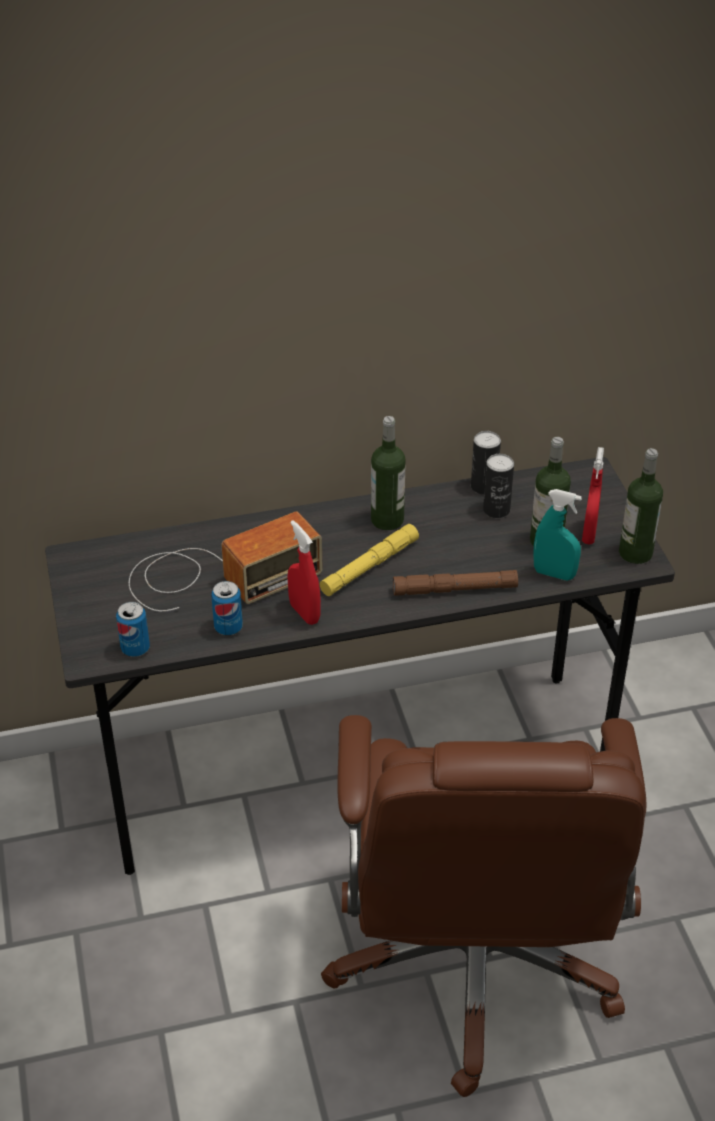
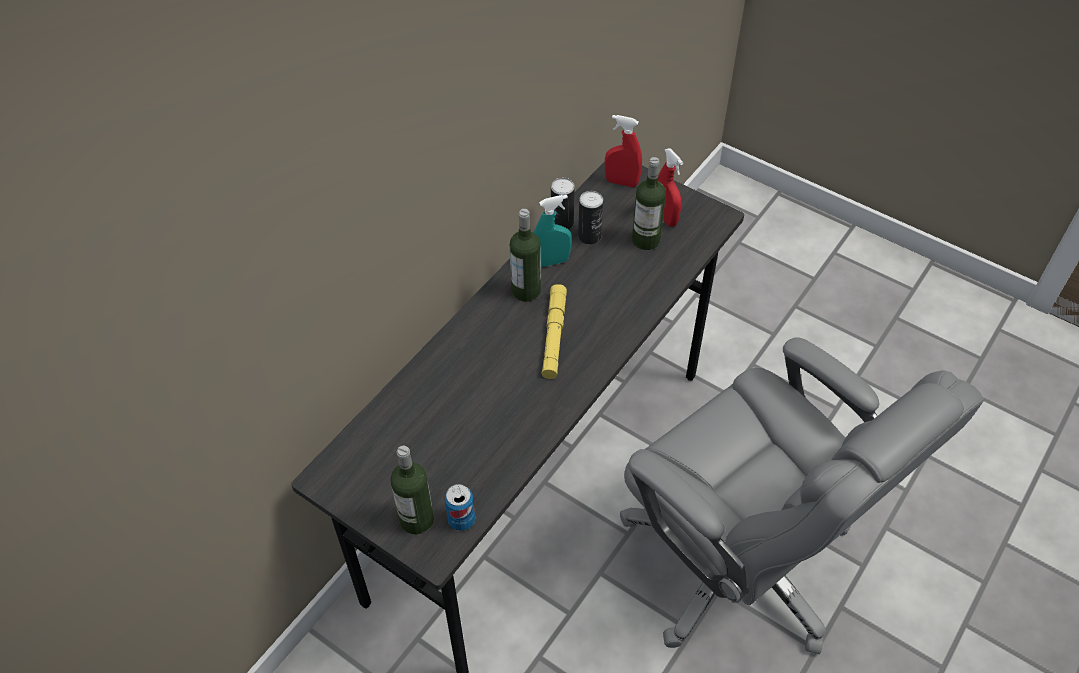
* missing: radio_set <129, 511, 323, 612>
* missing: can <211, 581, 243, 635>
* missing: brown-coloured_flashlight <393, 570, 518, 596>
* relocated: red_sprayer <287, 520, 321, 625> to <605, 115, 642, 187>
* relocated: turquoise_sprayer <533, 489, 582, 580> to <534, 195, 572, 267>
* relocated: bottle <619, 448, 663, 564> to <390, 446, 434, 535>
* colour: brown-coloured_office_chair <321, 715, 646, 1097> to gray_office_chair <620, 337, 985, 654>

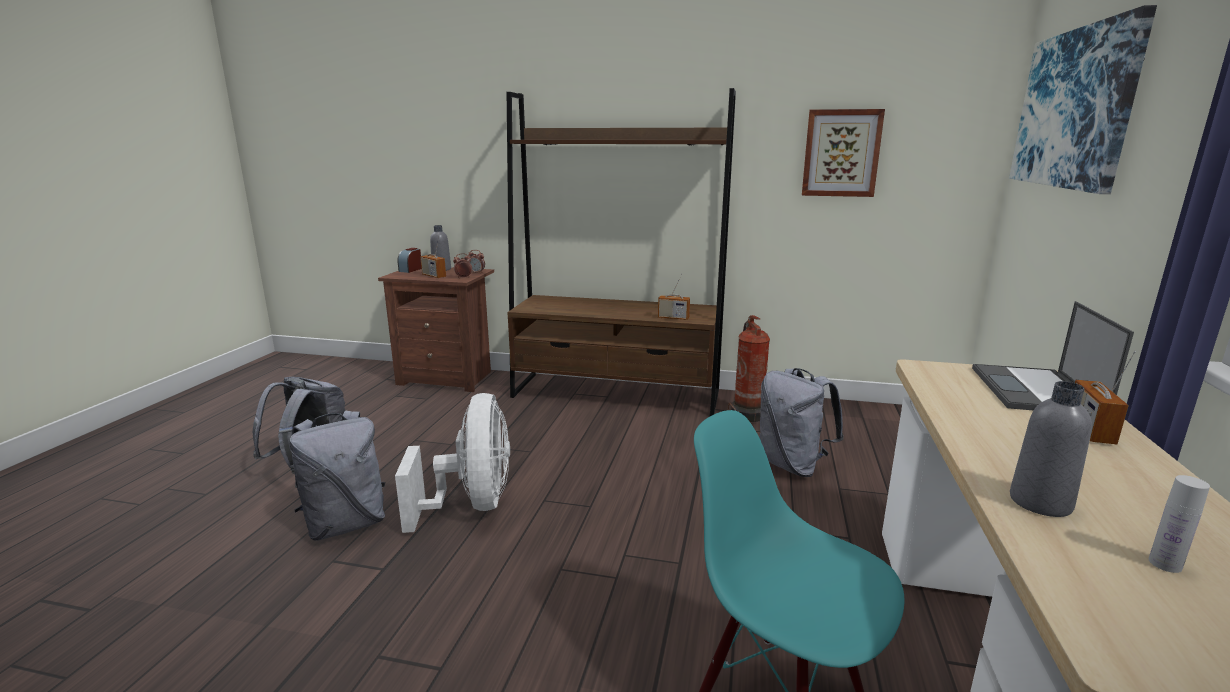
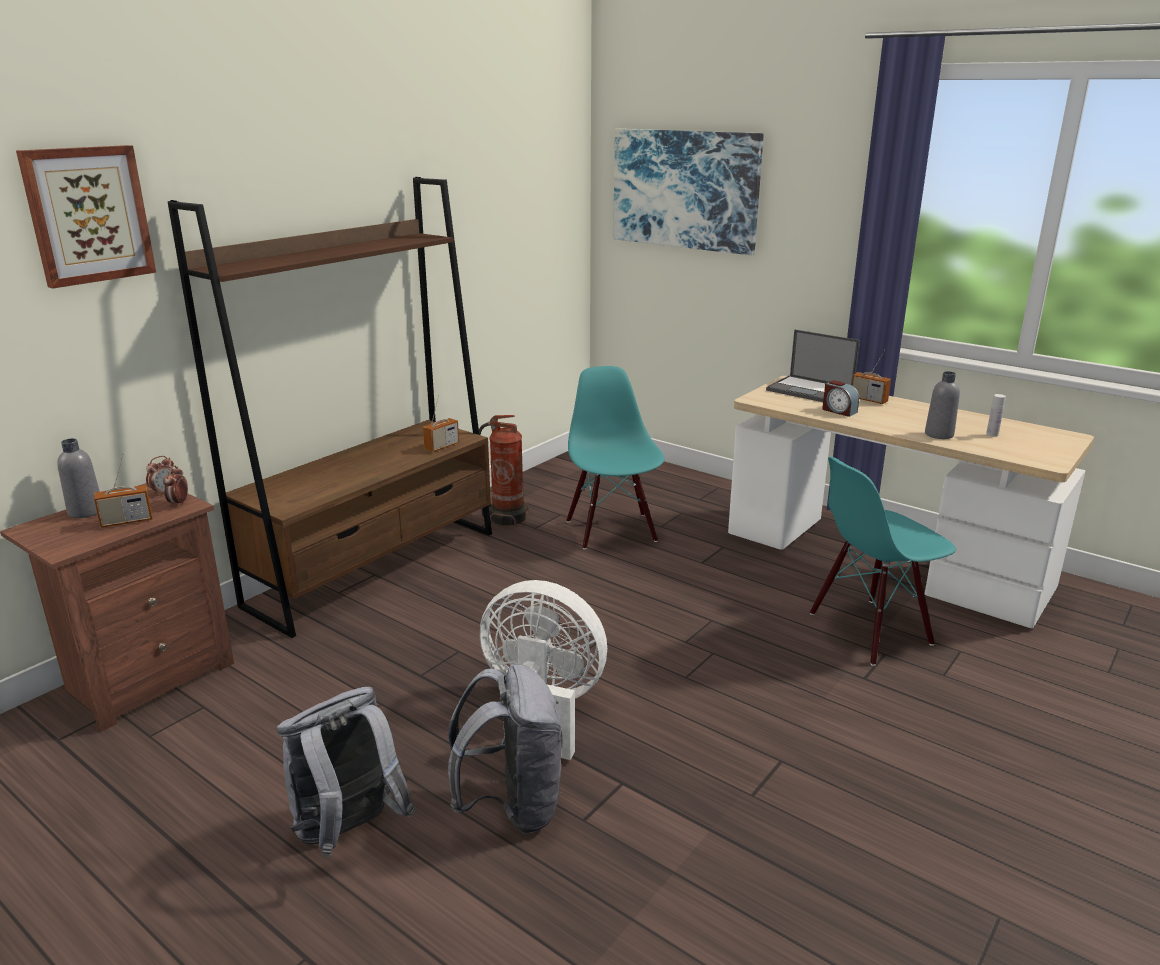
* relocated: bedside_clock <397, 248, 421, 273> to <822, 380, 859, 417>
* relocated: wall_art <802, 109, 885, 197> to <16, 145, 156, 288>
* exchanged: gray_backpack <759, 368, 844, 477> to turquoise_chair <566, 366, 664, 550>

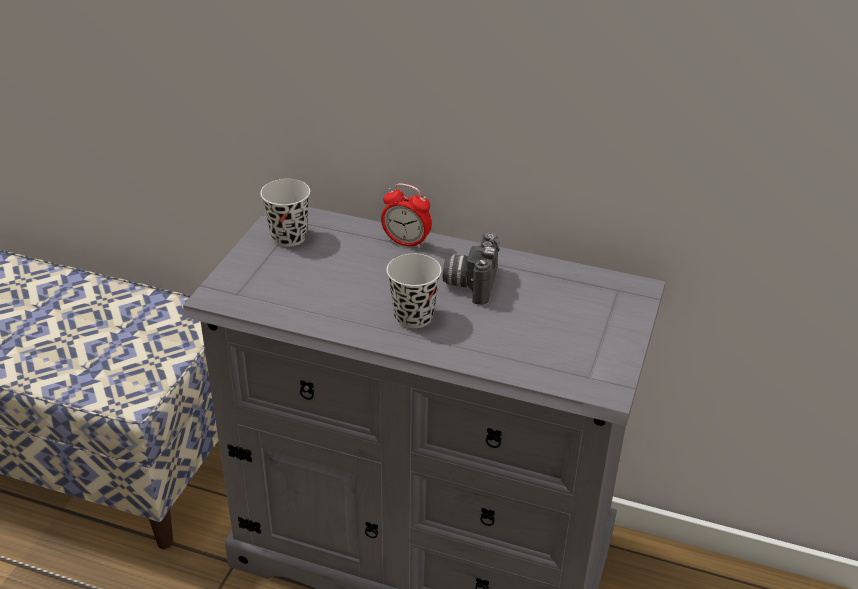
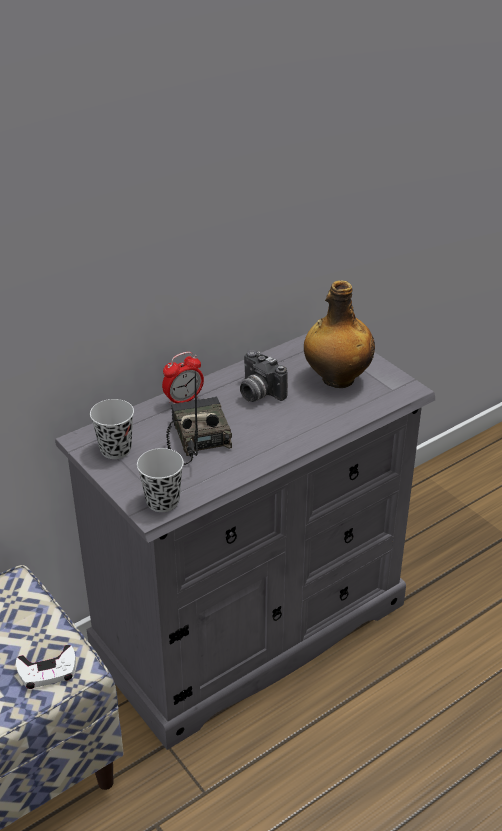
* appeared: white-coloured_game_controller <16, 645, 76, 689>
* appeared: radio_set <166, 371, 232, 465>
* appeared: bottle <304, 280, 375, 388>
* relocated: black_cup <387, 254, 441, 329> to <137, 448, 184, 512>

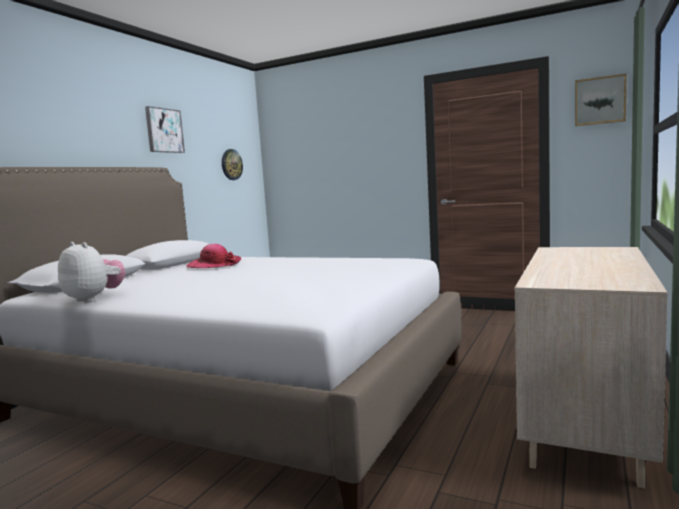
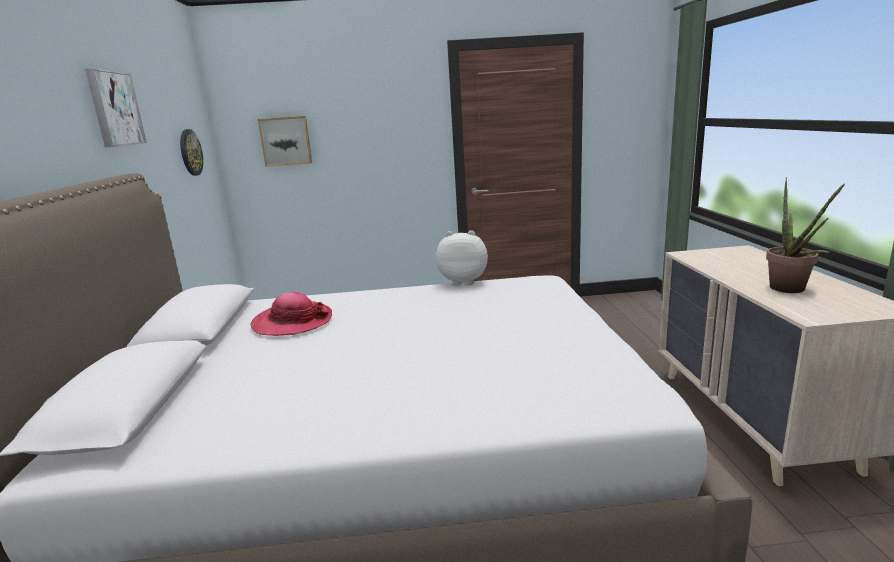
* appeared: potted_plant <766, 177, 845, 293>
* relocated: soft_toy <58, 242, 125, 303> to <436, 230, 488, 285>
* relocated: wall_art <575, 73, 627, 126> to <258, 116, 312, 167>

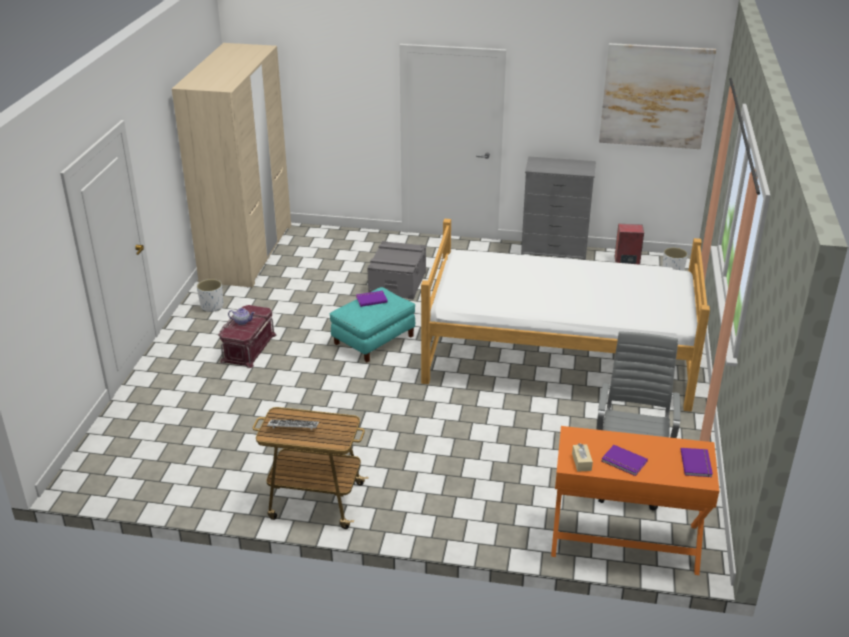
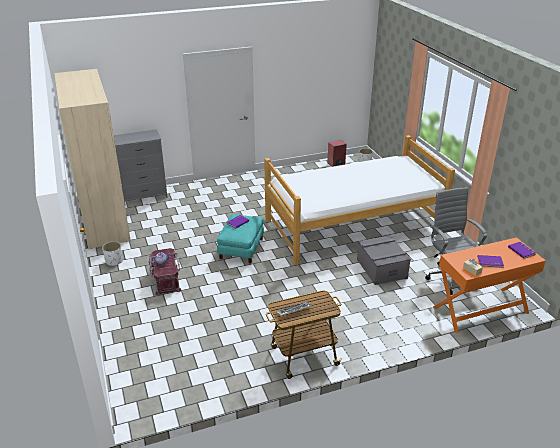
* missing: wall_art <599, 43, 716, 149>
* relocated: gray_storage_box <367, 241, 426, 299> to <357, 235, 411, 285>
* relocated: gray_dresser <521, 157, 596, 260> to <114, 129, 168, 203>

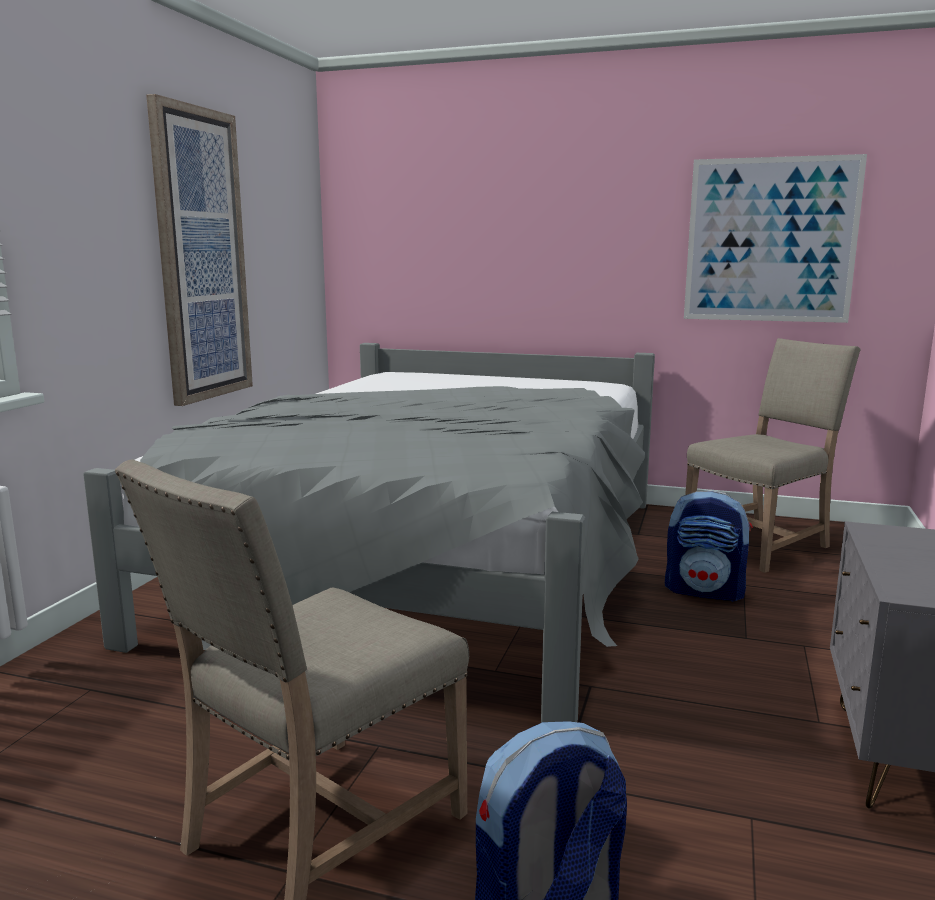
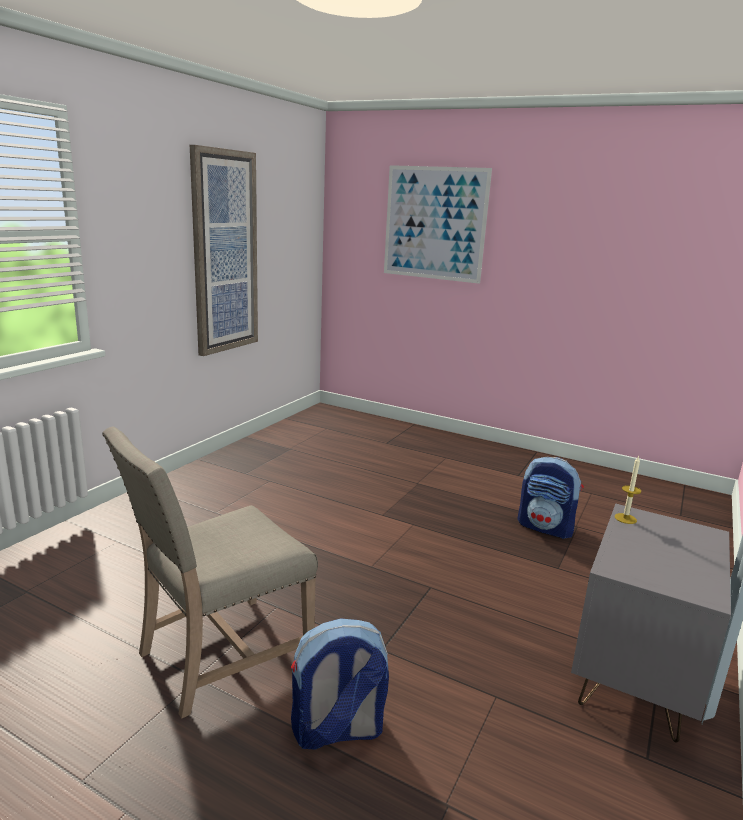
* missing: gray_sleeping_bed <83, 343, 655, 723>
* missing: beige_chair <685, 338, 861, 573>
* appeared: candle <615, 456, 641, 524>
* relocated: wall_art <684, 154, 867, 323> to <384, 165, 492, 284>

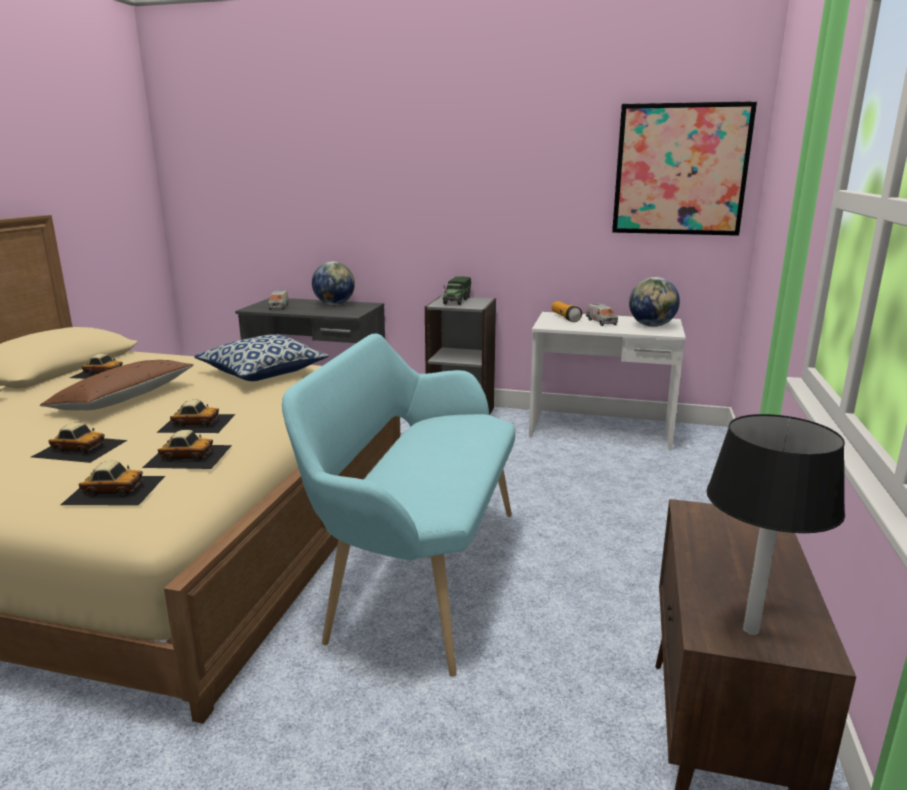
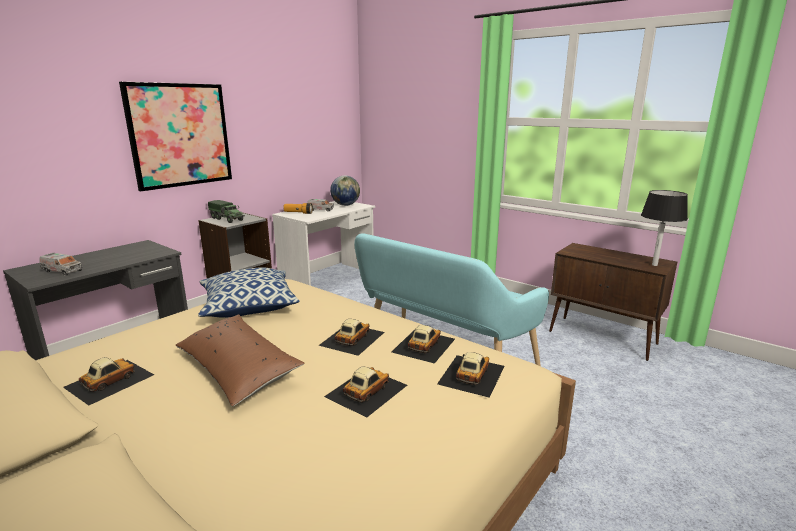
* missing: globe <312, 262, 355, 305>
* relocated: wall_art <612, 101, 757, 236> to <119, 82, 232, 191>

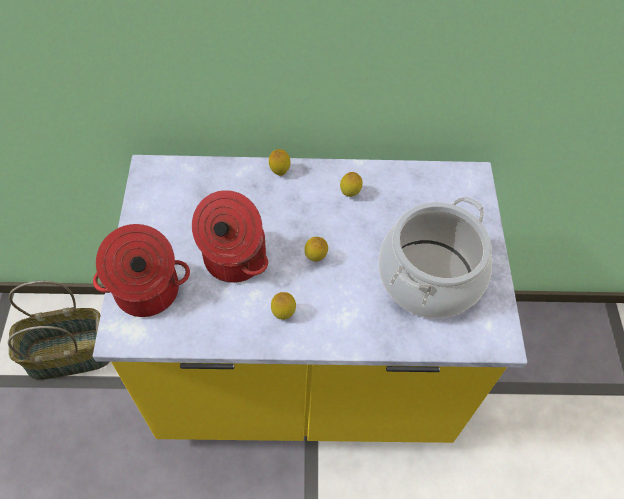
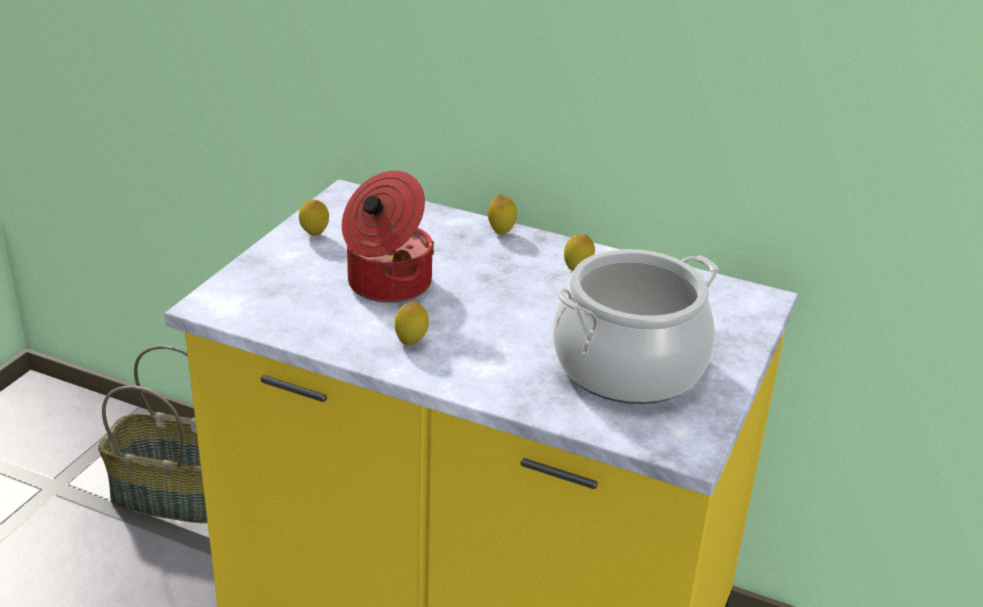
* missing: saucepot <93, 224, 190, 317>
* relocated: citrus_fruit <304, 237, 328, 262> to <299, 200, 329, 236>

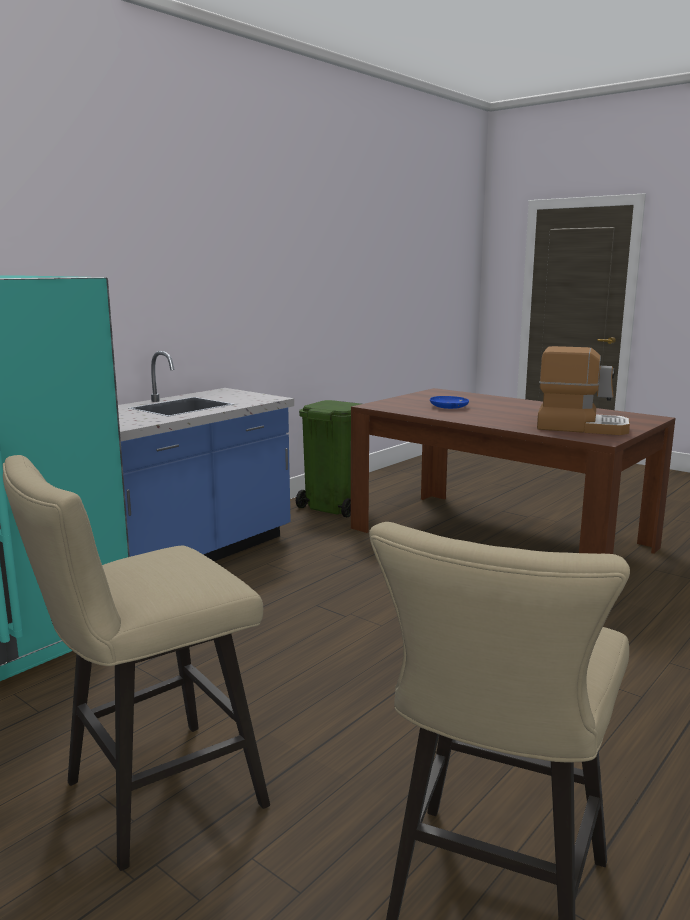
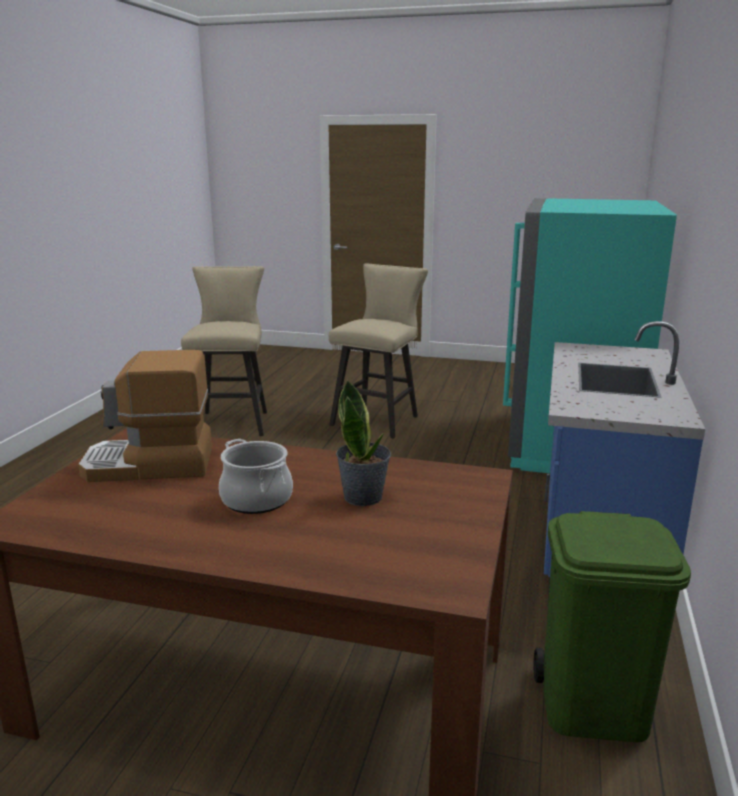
* appeared: saucepot <219, 439, 293, 514>
* exchanged: blue_plate <430, 396, 469, 409> to potted_plant <336, 380, 391, 506>

